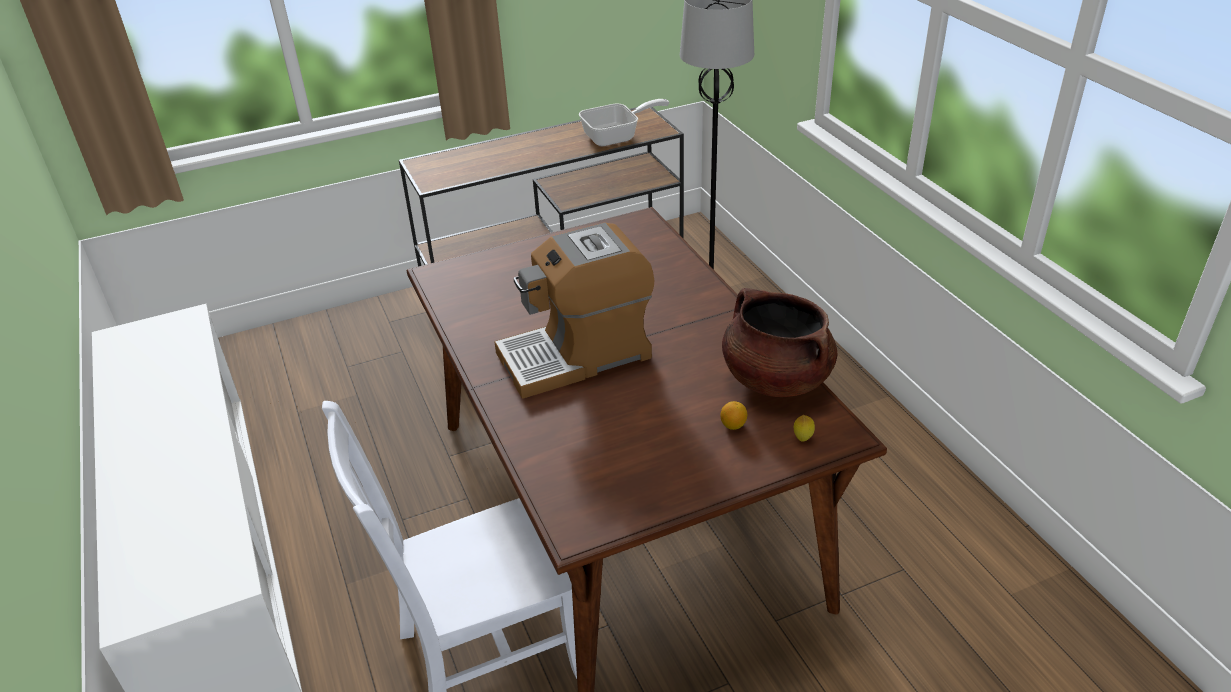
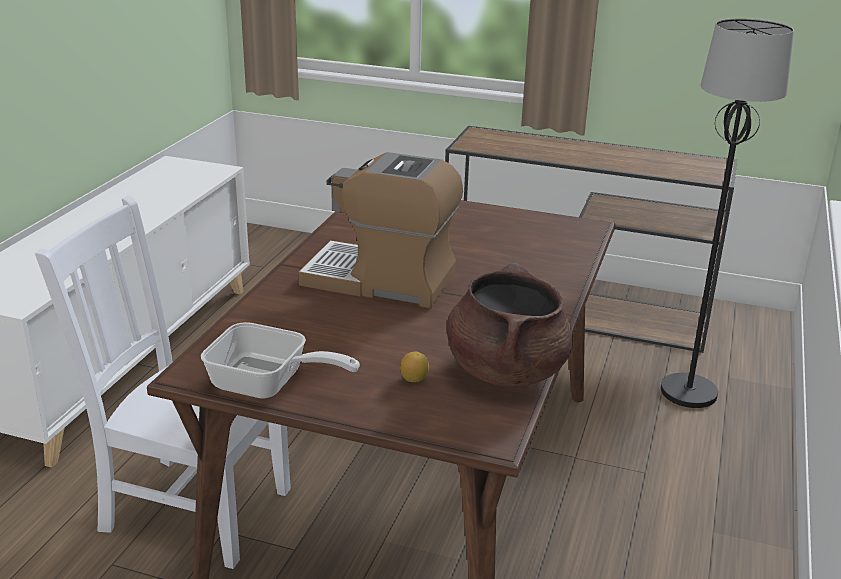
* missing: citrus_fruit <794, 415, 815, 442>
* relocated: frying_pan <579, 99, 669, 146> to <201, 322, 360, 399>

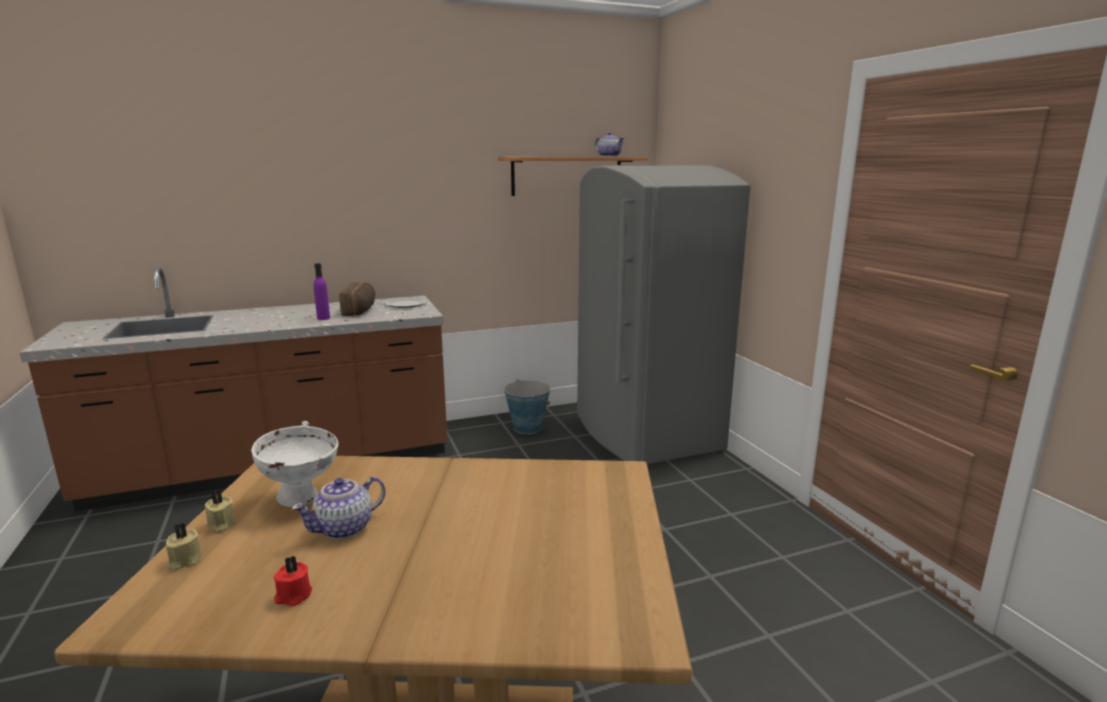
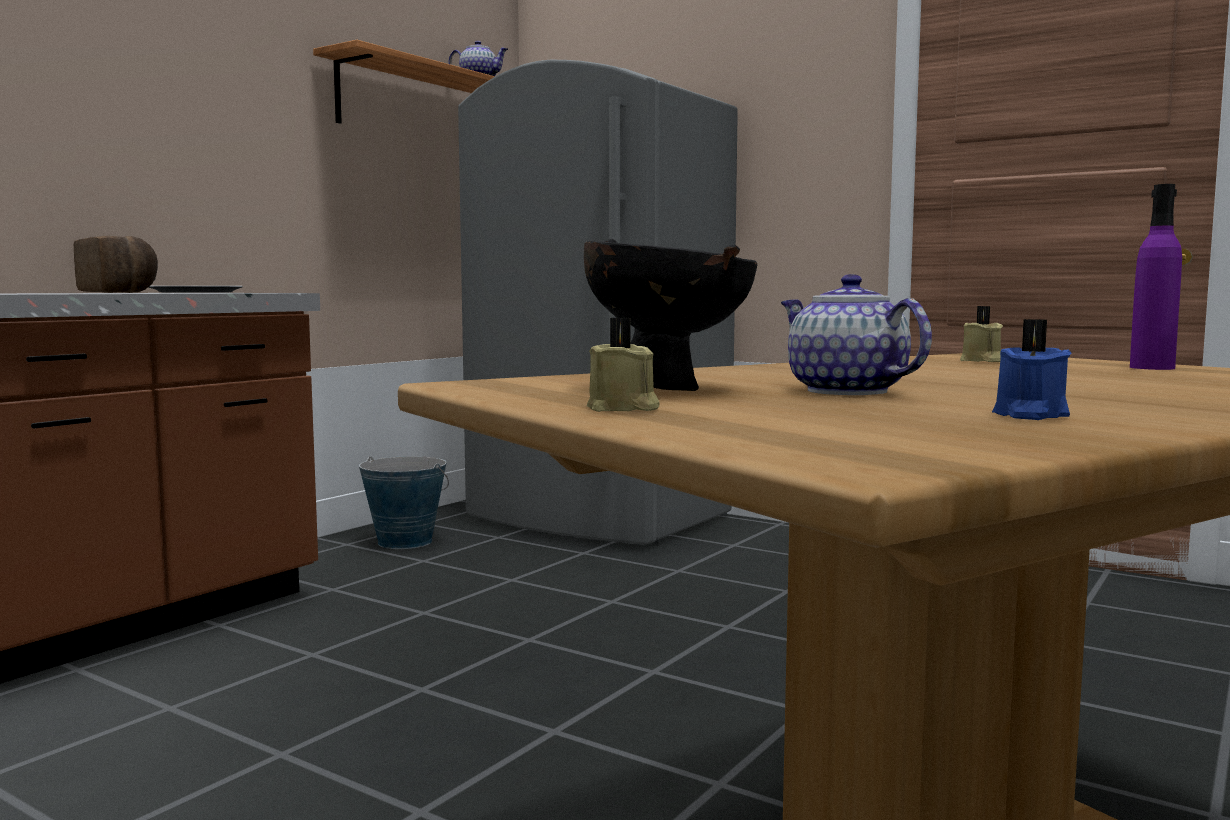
* relocated: beige_candle <166, 523, 201, 570> to <960, 306, 1003, 362>
* relocated: purplish_bottle <314, 263, 330, 320> to <1130, 184, 1182, 370>
* colour: white-coloured_serving_bowl <251, 421, 339, 507> to black_serving_bowl <584, 239, 757, 391>
* colour: red_candle <274, 556, 312, 606> to blue_candle <992, 319, 1072, 420>
* spun: tea_pot <292, 476, 385, 539> = <781, 274, 932, 395> 135 degrees clockwise

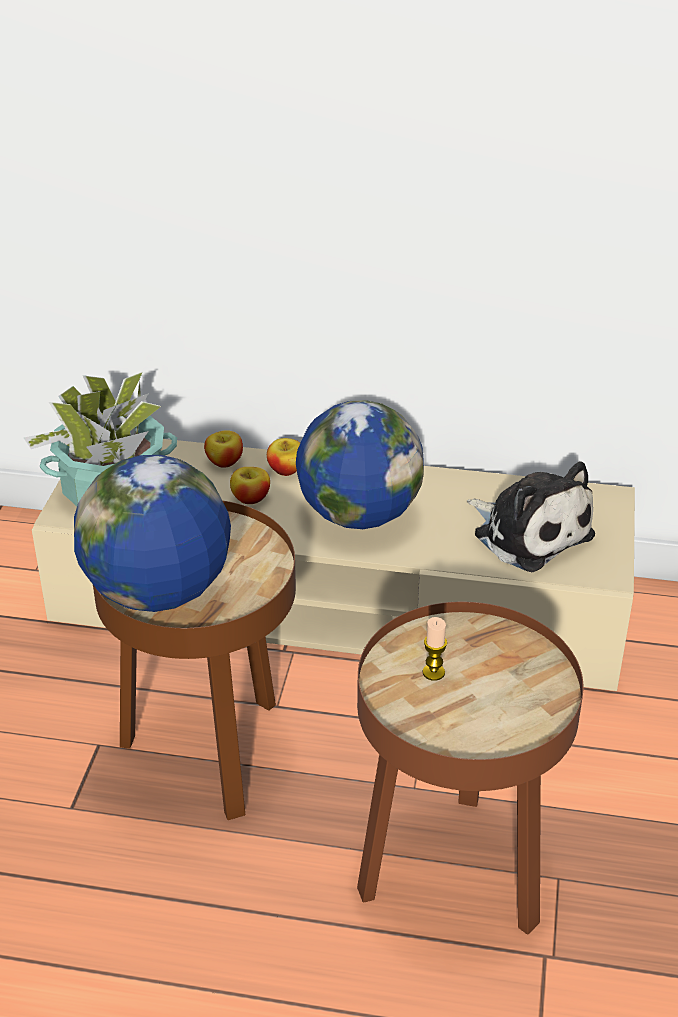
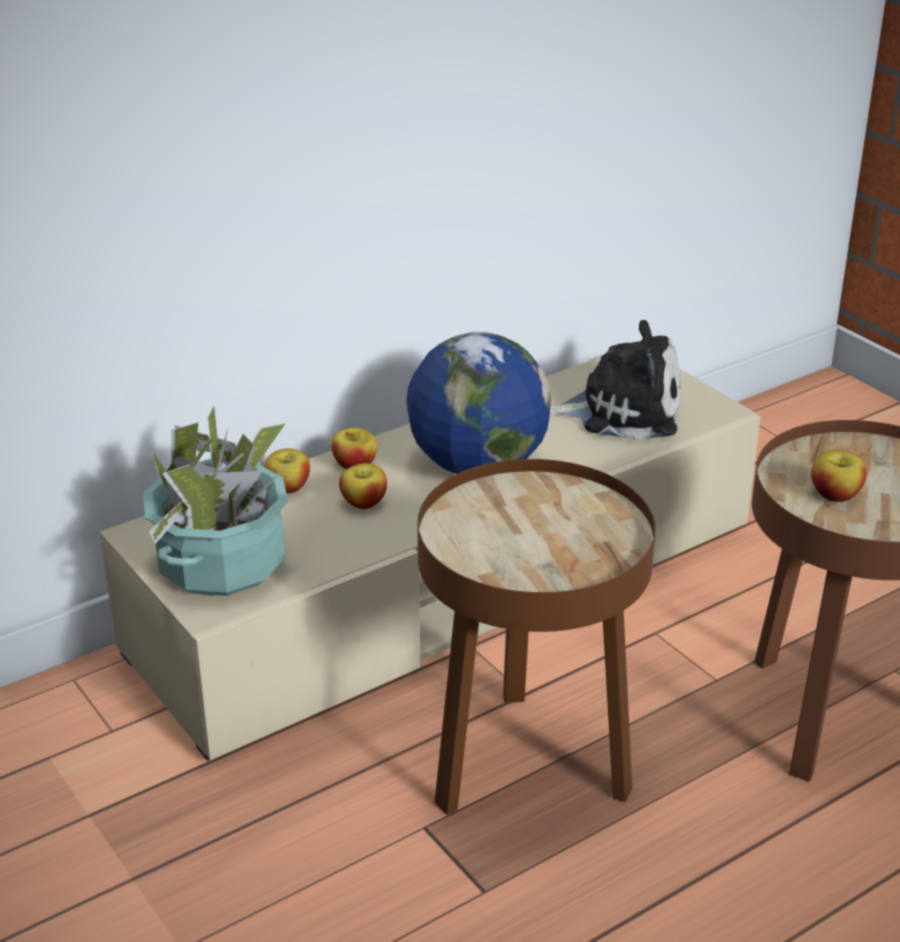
* missing: globe <74, 455, 231, 612>
* exchanged: candle <423, 617, 447, 681> to whole_apple <811, 450, 867, 502>

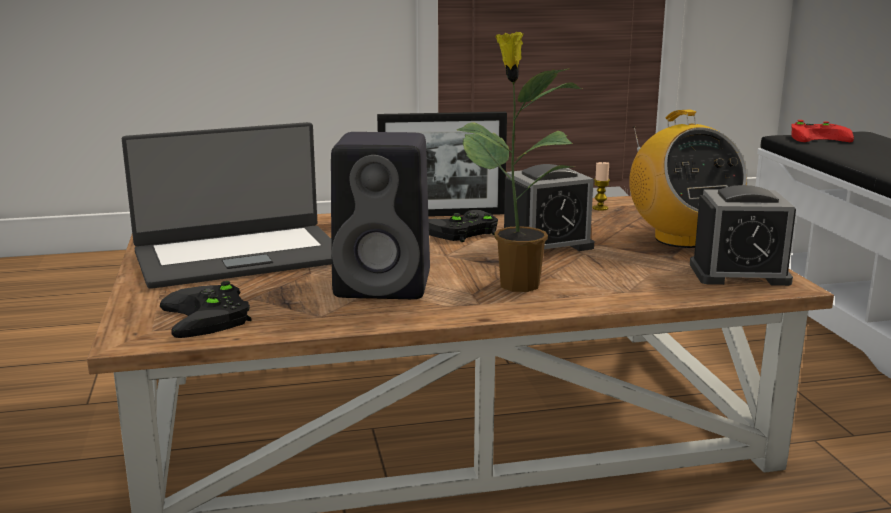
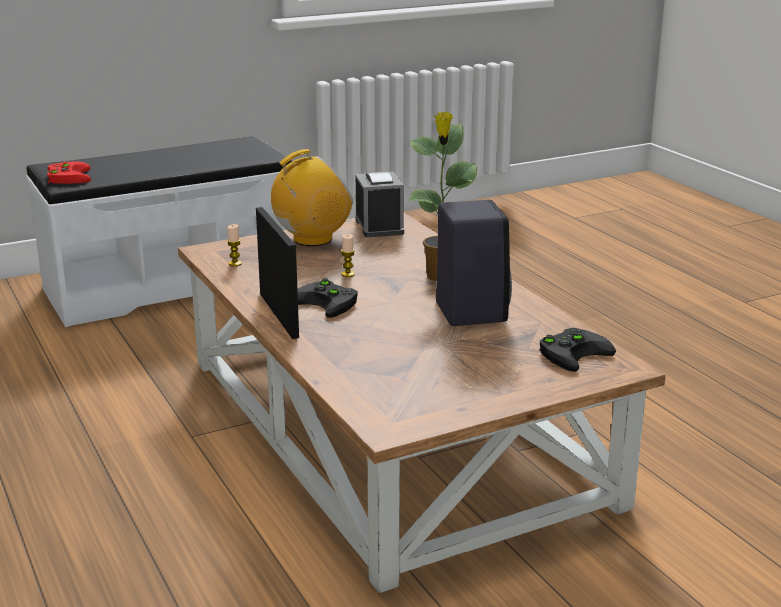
* missing: portable_computer <122, 122, 332, 289>
* exchanged: bedside_clock <504, 164, 594, 251> to candle <341, 234, 355, 277>

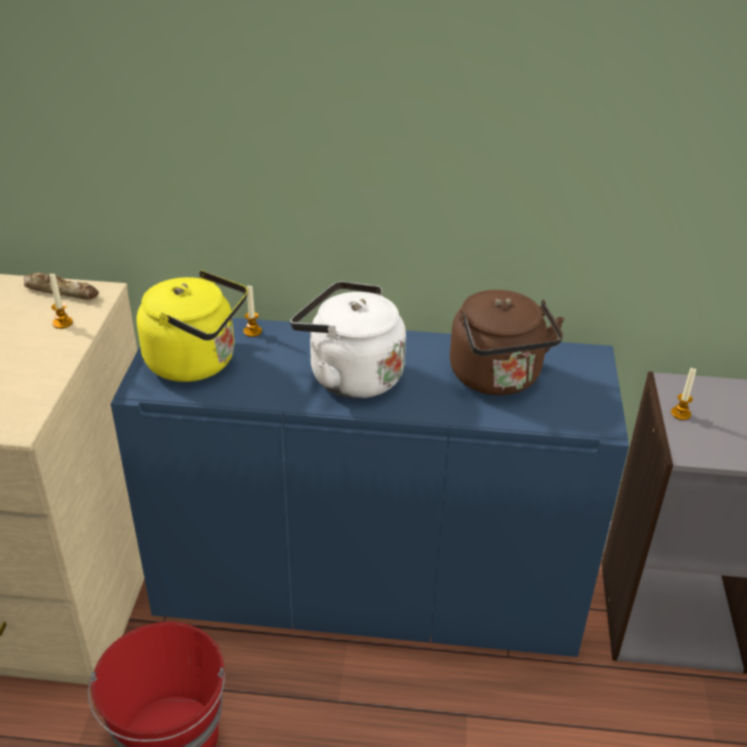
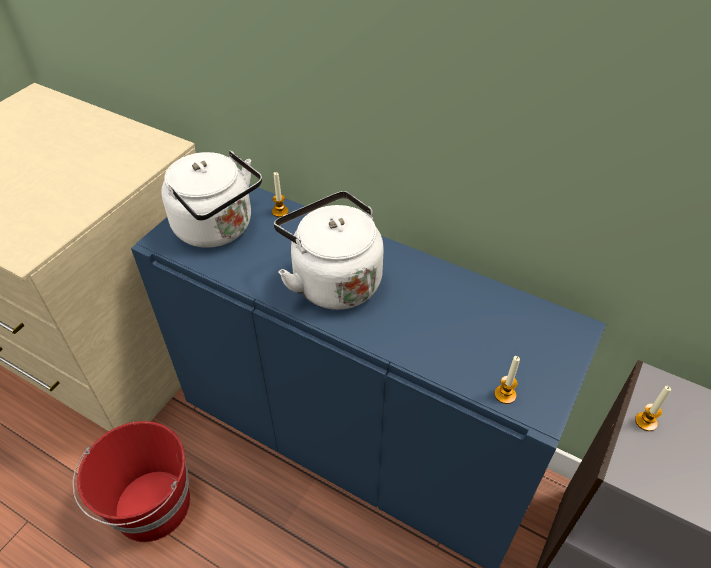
* missing: baked_bread <24, 273, 99, 300>
* missing: brown-coloured_tea_kettle <450, 290, 564, 395>
* relocated: candle <49, 273, 73, 329> to <494, 356, 520, 404>
* colour: yellow-coloured_tea_kettle <136, 270, 248, 382> to white-coloured_tea_kettle <161, 151, 262, 248>

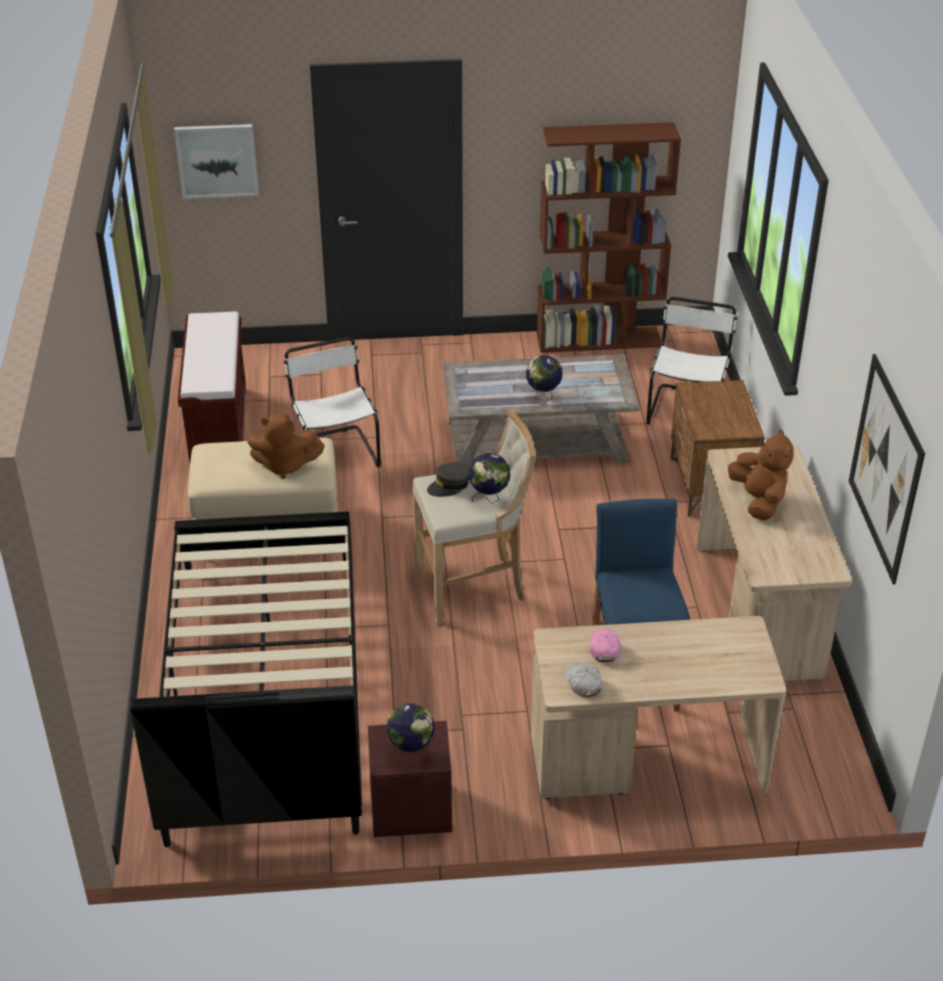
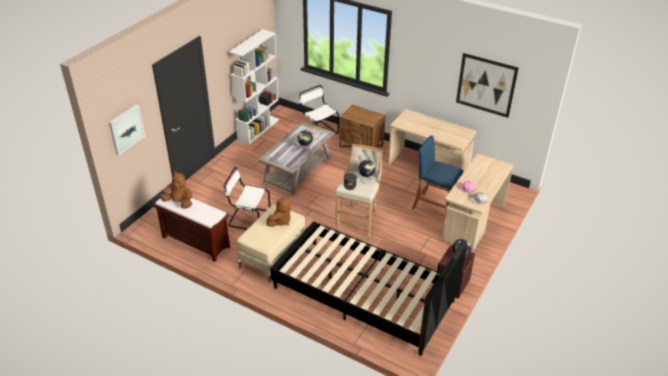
* relocated: brown-coloured_soft_toy <728, 429, 793, 521> to <160, 171, 193, 209>
* colour: brown-coloured_shelving_unit <537, 122, 681, 353> to white-coloured_shelving_unit <229, 29, 280, 145>

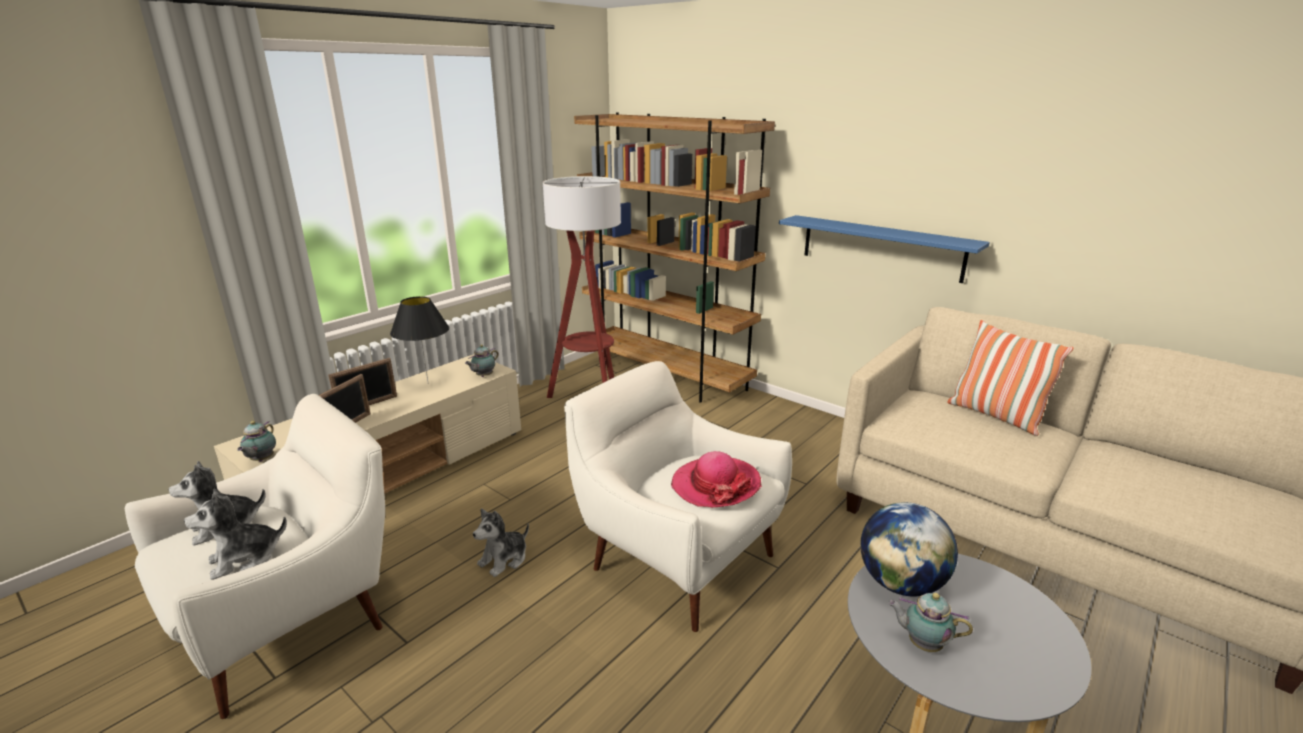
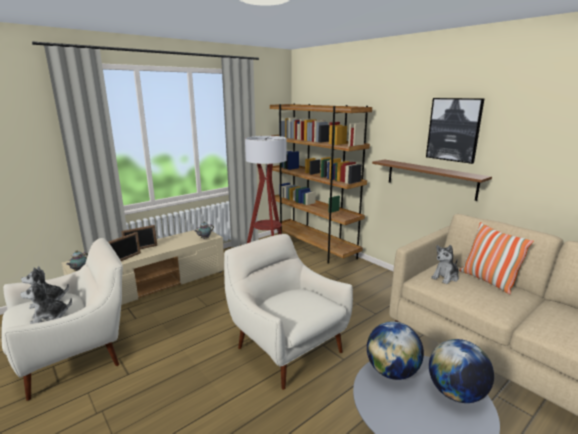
* missing: black_table_lamp <390, 296, 449, 384>
* missing: hat <671, 451, 762, 507>
* missing: tea_pot <888, 593, 973, 652>
* appeared: wall_art <426, 98, 484, 164>
* appeared: globe <429, 339, 494, 403>
* relocated: soft_toy <473, 508, 529, 577> to <431, 245, 459, 284>
* colour: blue_shelf <779, 215, 990, 283> to brown-coloured_shelf <372, 159, 492, 201>

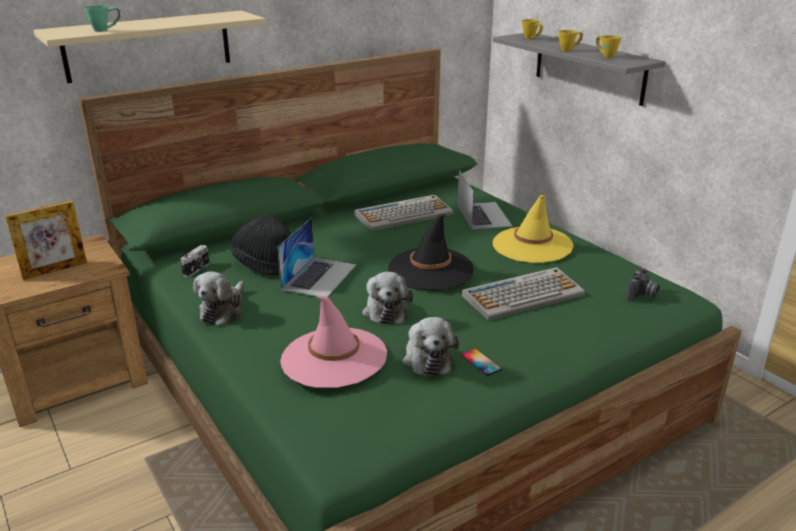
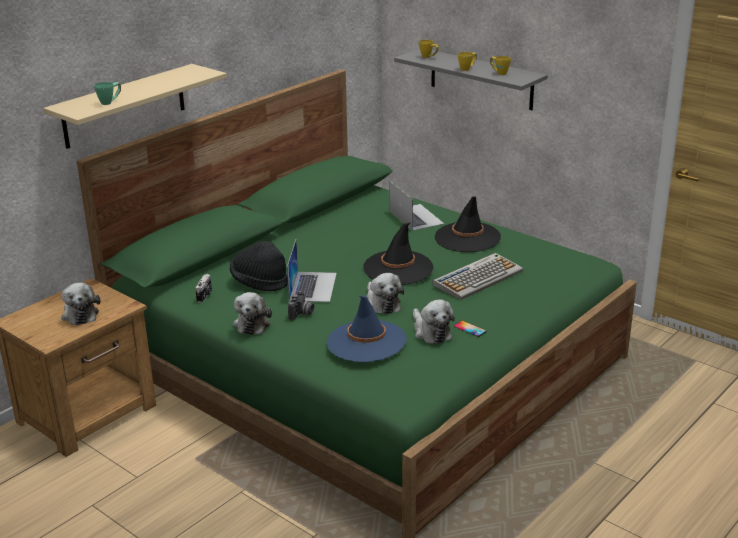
* missing: keyboard <354, 195, 453, 231>
* relocated: still_camera <627, 268, 660, 301> to <288, 291, 314, 321>
* exchanged: photo_frame <5, 200, 87, 280> to soft_toy <61, 283, 101, 325>
* colour: pinkish_hat <280, 296, 387, 388> to blue_hat <327, 295, 407, 362>
* colour: yellow-coloured_hat <493, 195, 574, 263> to black_hat <435, 196, 501, 252>

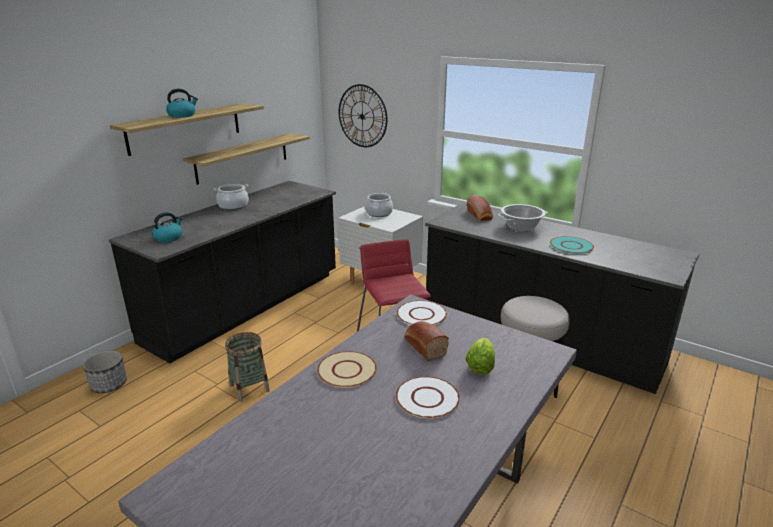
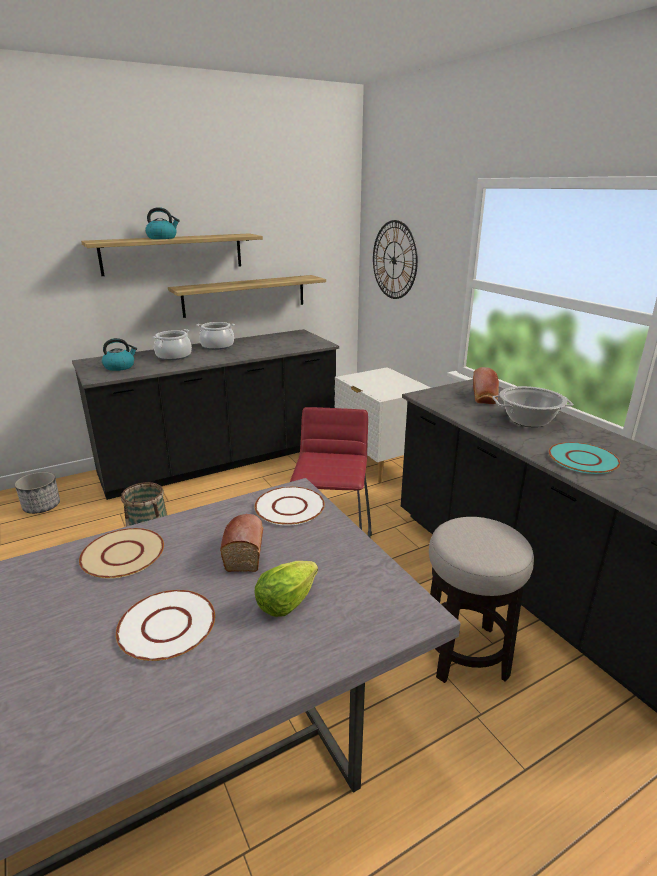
* relocated: saucepot <365, 192, 393, 217> to <153, 329, 192, 360>

